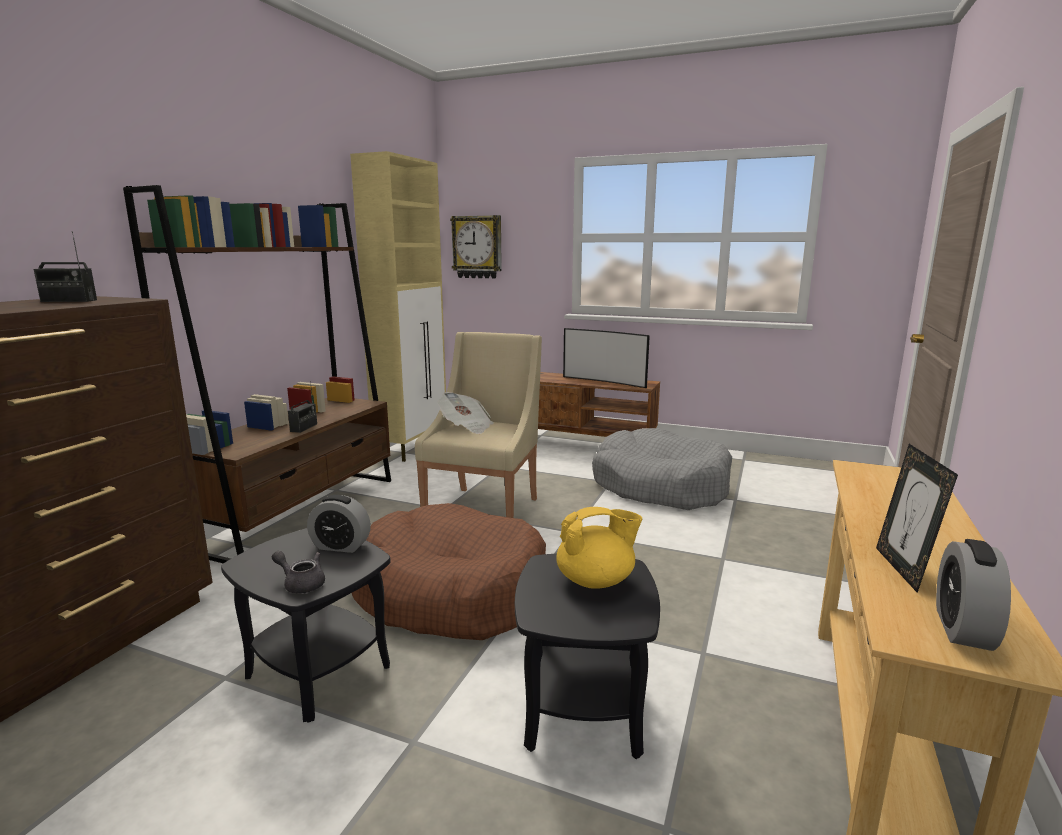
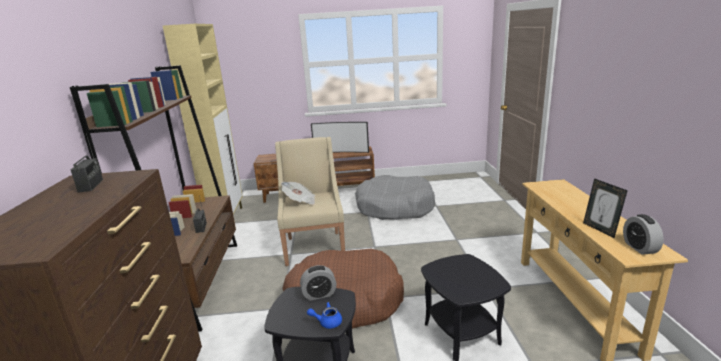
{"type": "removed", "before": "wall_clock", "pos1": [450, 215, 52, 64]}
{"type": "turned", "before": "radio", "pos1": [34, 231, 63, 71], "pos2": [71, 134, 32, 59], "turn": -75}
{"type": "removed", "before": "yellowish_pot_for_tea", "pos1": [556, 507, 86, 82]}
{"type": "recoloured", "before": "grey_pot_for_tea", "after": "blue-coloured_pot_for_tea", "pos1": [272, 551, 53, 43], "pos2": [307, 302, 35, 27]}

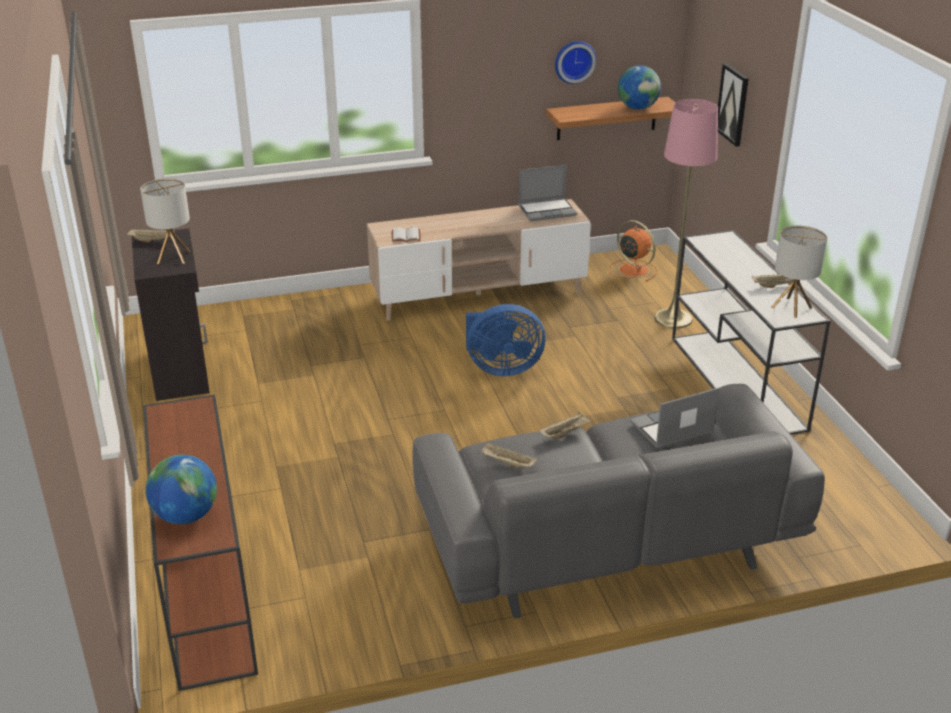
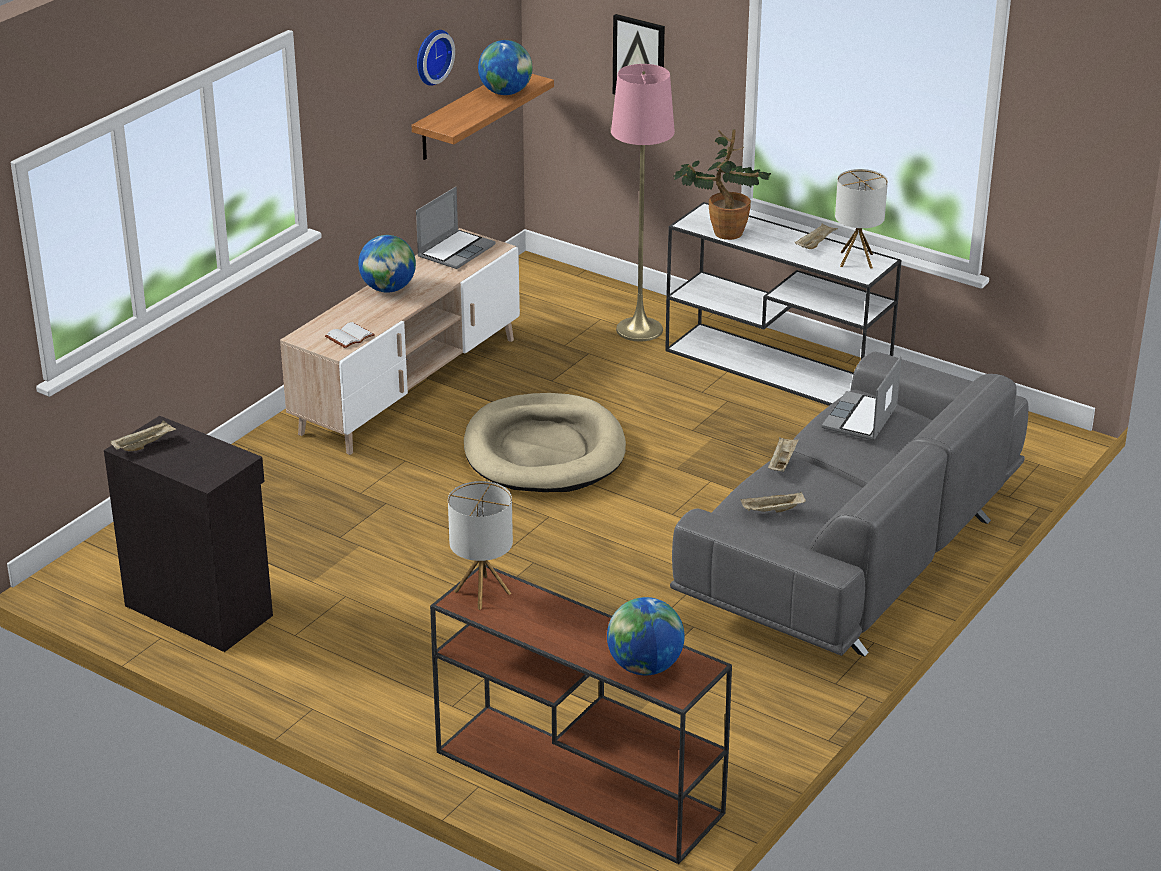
{"type": "moved", "before": "lamp_for_a_table", "pos1": [140, 178, 50, 86], "pos2": [448, 481, 65, 129]}
{"type": "removed", "before": "orange-coloured_fan", "pos1": [608, 220, 50, 62]}
{"type": "replaced", "before": "blue-coloured_fan", "after": "beige_dog_bed", "pos1": [466, 304, 79, 72], "pos2": [464, 393, 162, 99]}
{"type": "added", "after": "houseplant", "pos2": [673, 129, 98, 111]}
{"type": "added", "after": "desk_globe", "pos2": [358, 235, 58, 58]}

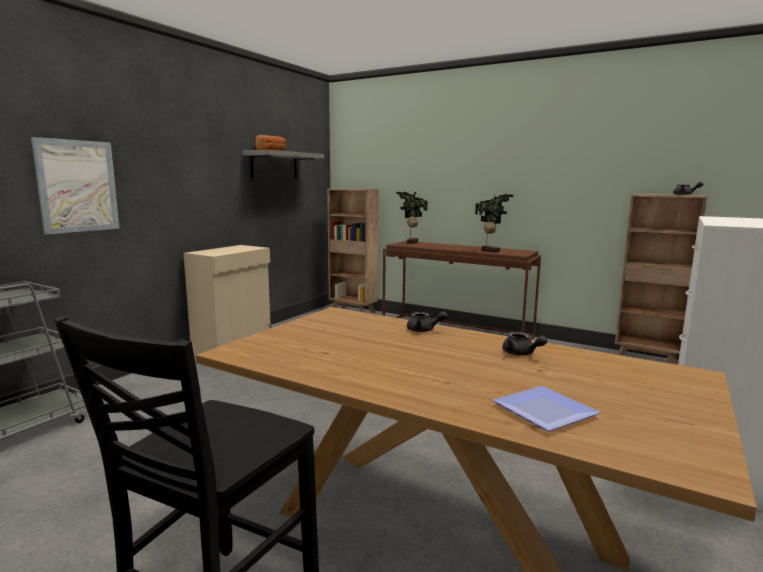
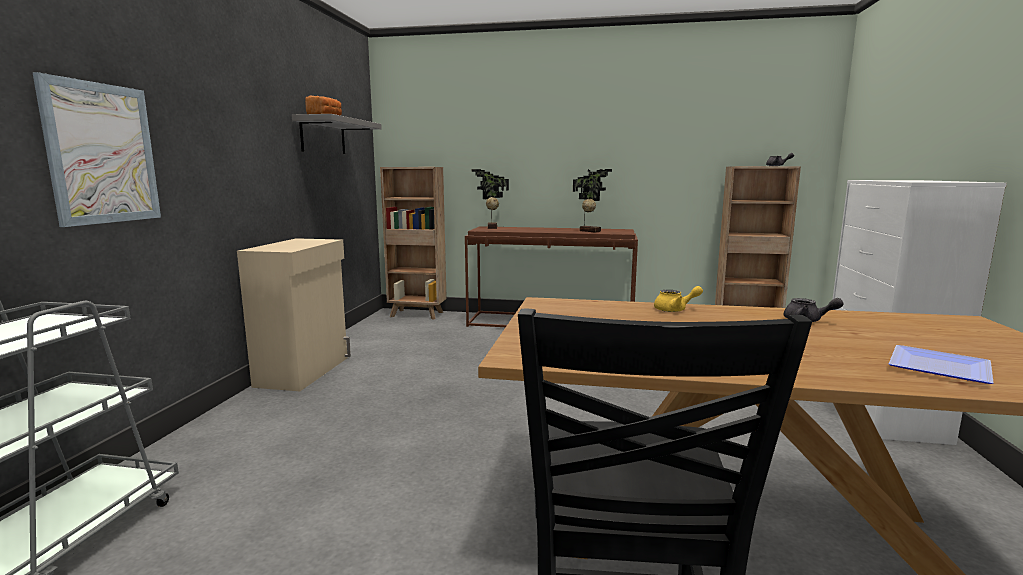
{"type": "recoloured", "before": "grey_pot_for_tea", "after": "yellowish_pot_for_tea", "pos1": [407, 311, 41, 21], "pos2": [654, 286, 49, 26]}

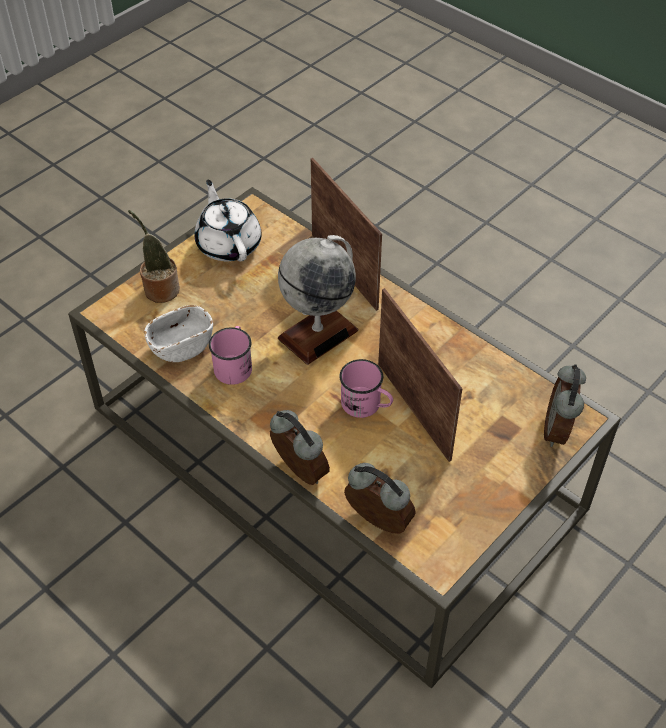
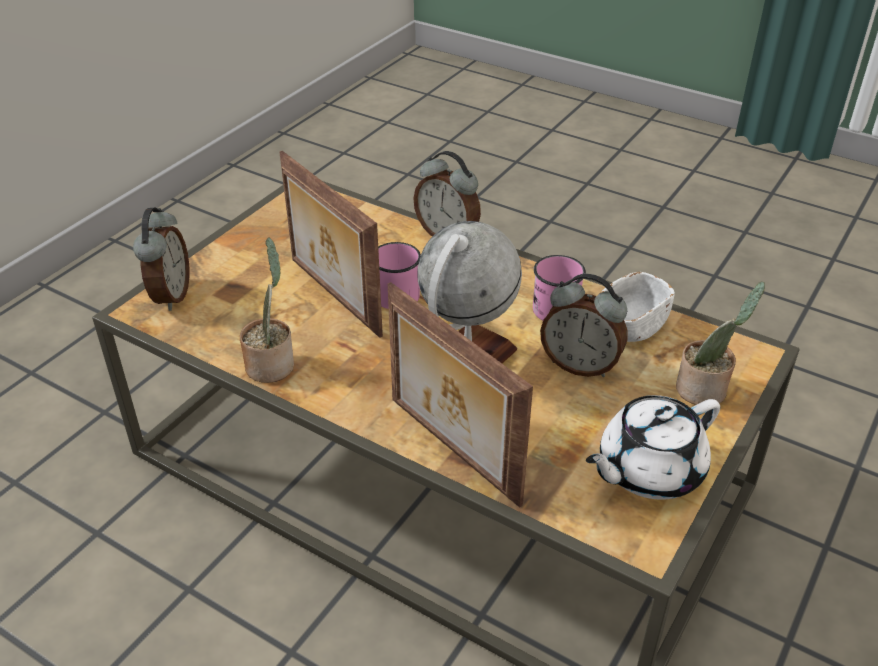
{"type": "turned", "before": "whitish_pot_for_tea", "pos1": [195, 180, 67, 81], "pos2": [586, 395, 134, 105], "turn": 90}
{"type": "moved", "before": "table_clock", "pos1": [344, 463, 72, 71], "pos2": [540, 274, 87, 103]}
{"type": "added", "after": "houseplant", "pos2": [240, 237, 54, 146]}

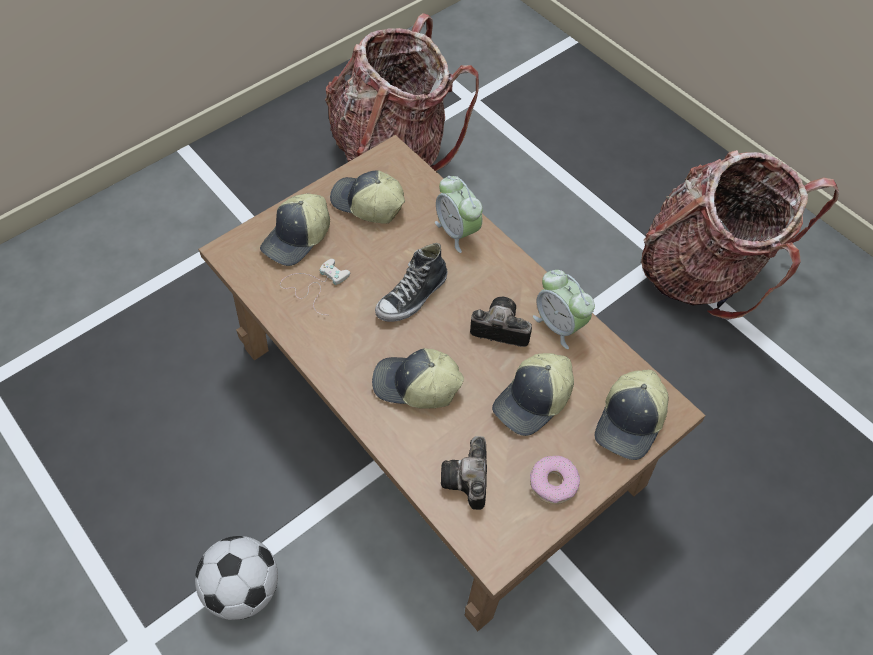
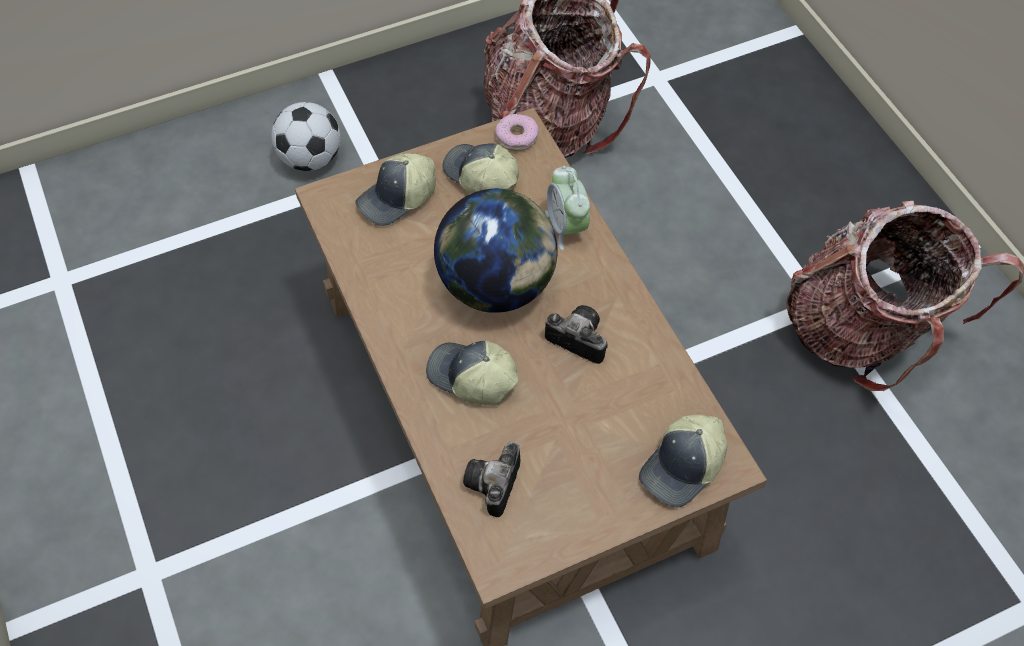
{"type": "replaced", "before": "shoe", "after": "desk_globe", "pos1": [375, 243, 72, 79], "pos2": [434, 189, 124, 124]}
{"type": "removed", "before": "whitish_game_controller", "pos1": [280, 259, 70, 56]}
{"type": "removed", "before": "table_clock", "pos1": [533, 270, 62, 79]}
{"type": "removed", "before": "peaked_cap", "pos1": [492, 353, 82, 83]}
{"type": "moved", "before": "donut", "pos1": [530, 456, 50, 48], "pos2": [495, 114, 44, 37]}
{"type": "moved", "before": "football_ball", "pos1": [195, 536, 83, 84], "pos2": [271, 102, 69, 69]}

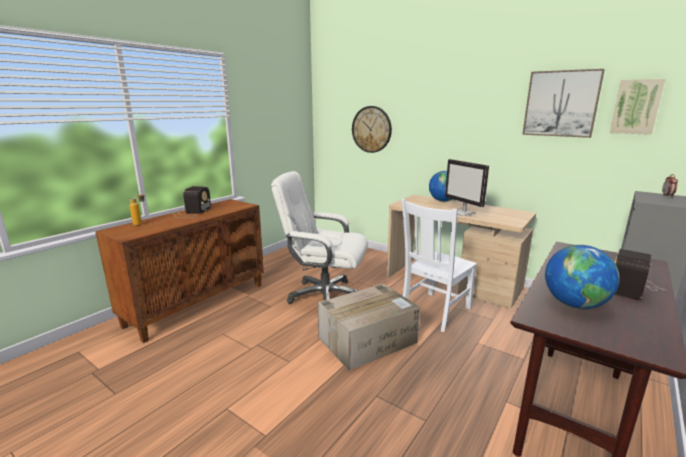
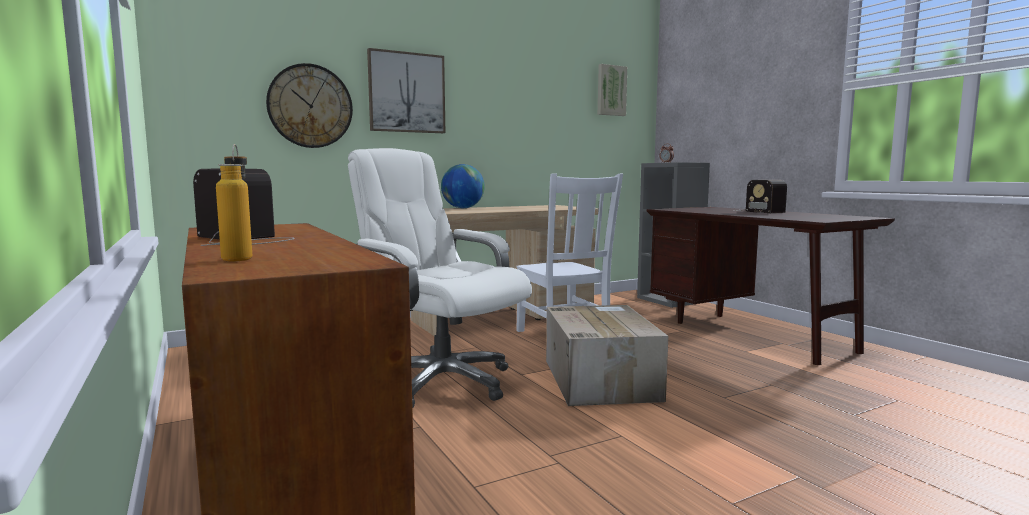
{"type": "moved", "before": "wall_picture", "pos1": [522, 69, 83, 69], "pos2": [367, 48, 78, 85]}
{"type": "removed", "before": "computer_screen", "pos1": [445, 159, 44, 57]}
{"type": "turned", "before": "whitish_office_chair", "pos1": [271, 171, 97, 133], "pos2": [348, 148, 184, 260], "turn": 90}
{"type": "removed", "before": "desk_globe", "pos1": [545, 245, 75, 64]}

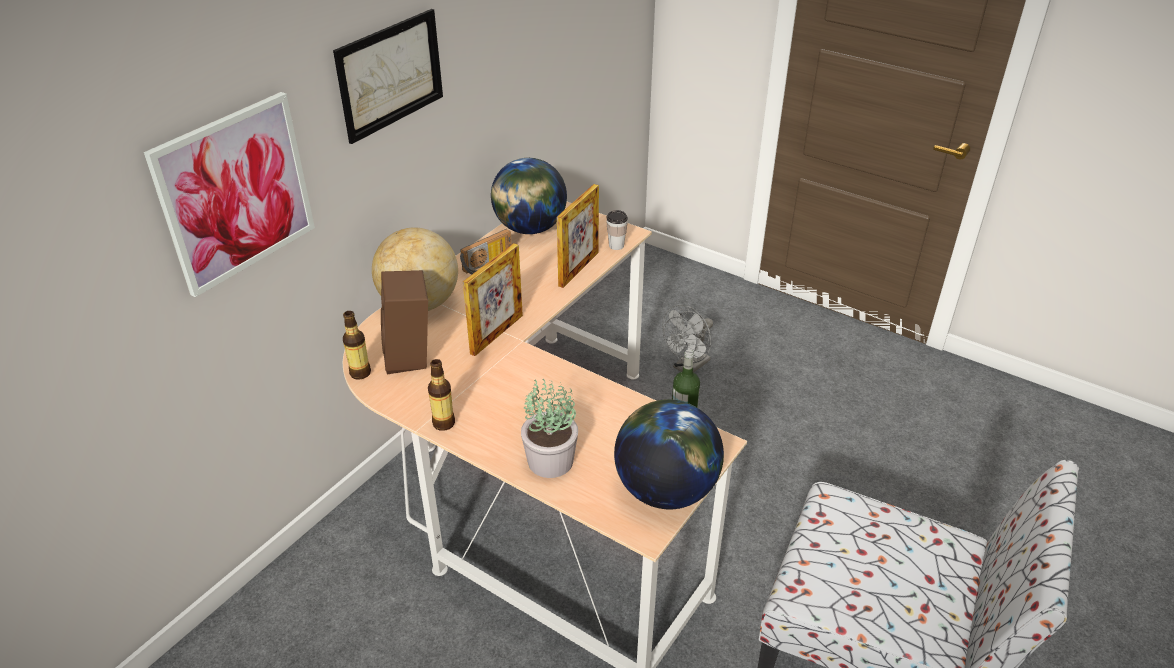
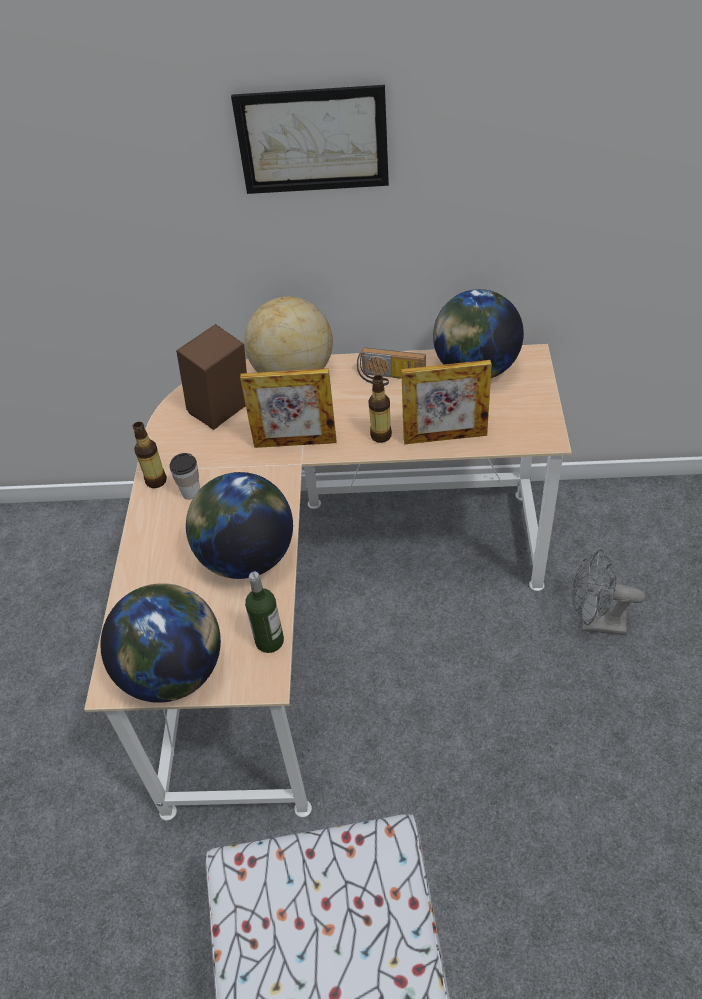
{"type": "removed", "before": "wall_picture", "pos1": [144, 92, 171, 205]}
{"type": "moved", "before": "small_cup", "pos1": [606, 210, 22, 40], "pos2": [169, 453, 31, 47]}
{"type": "moved", "before": "beverage_bottle", "pos1": [343, 311, 28, 69], "pos2": [368, 375, 24, 68]}
{"type": "removed", "before": "houseplant", "pos1": [521, 379, 57, 99]}
{"type": "added", "after": "desk_globe", "pos2": [186, 472, 107, 107]}

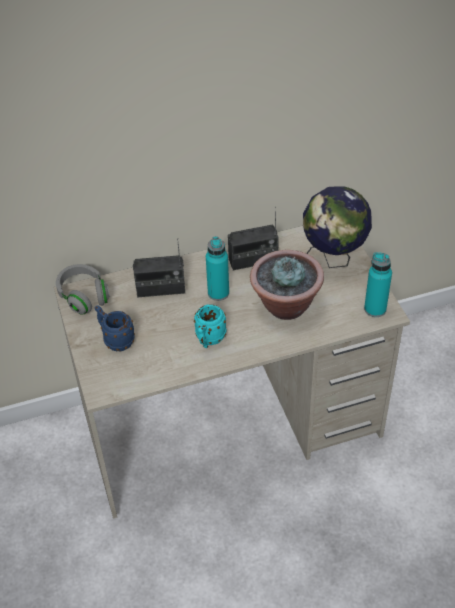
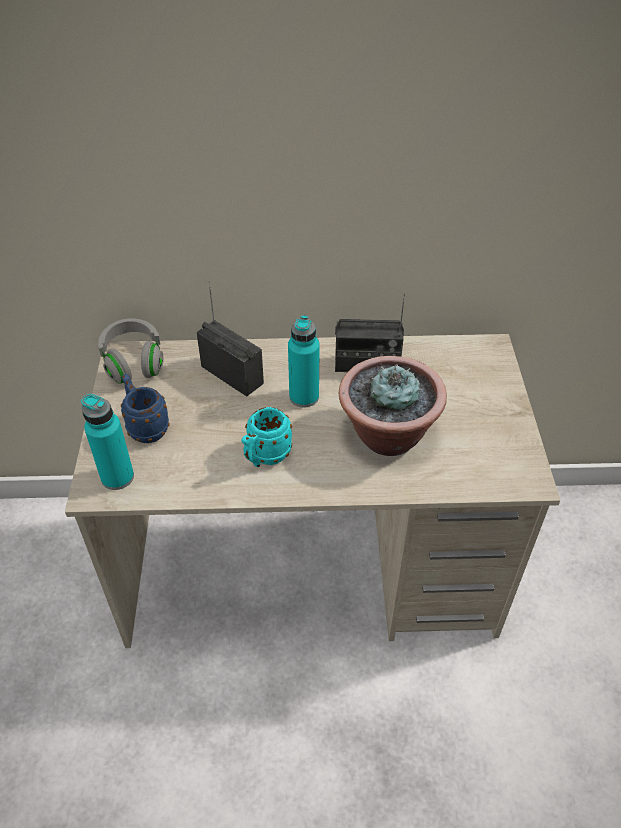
{"type": "removed", "before": "desk_globe", "pos1": [303, 186, 69, 82]}
{"type": "turned", "before": "radio", "pos1": [133, 238, 52, 59], "pos2": [197, 281, 67, 116], "turn": -150}
{"type": "moved", "before": "turquoise-coloured_beverage_bottle", "pos1": [364, 252, 28, 65], "pos2": [81, 394, 53, 96]}

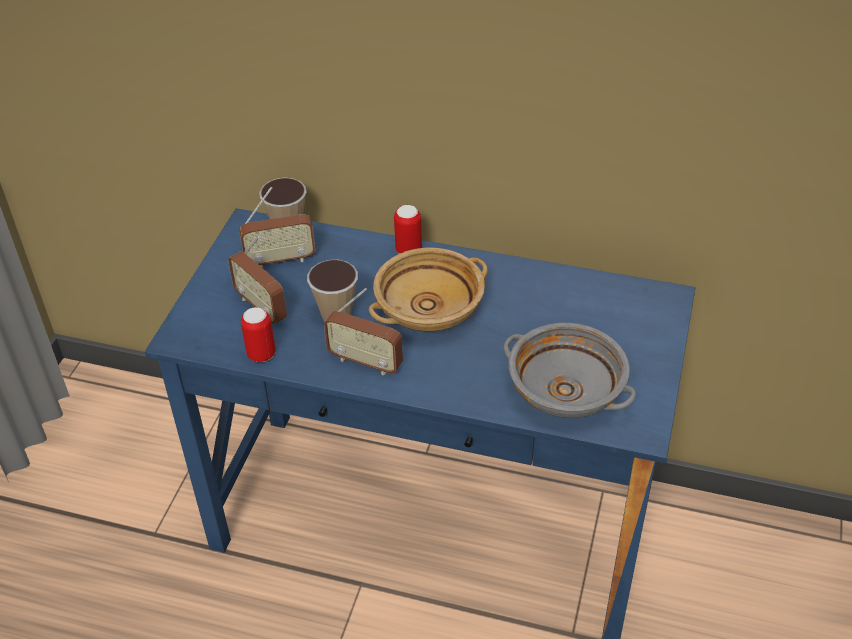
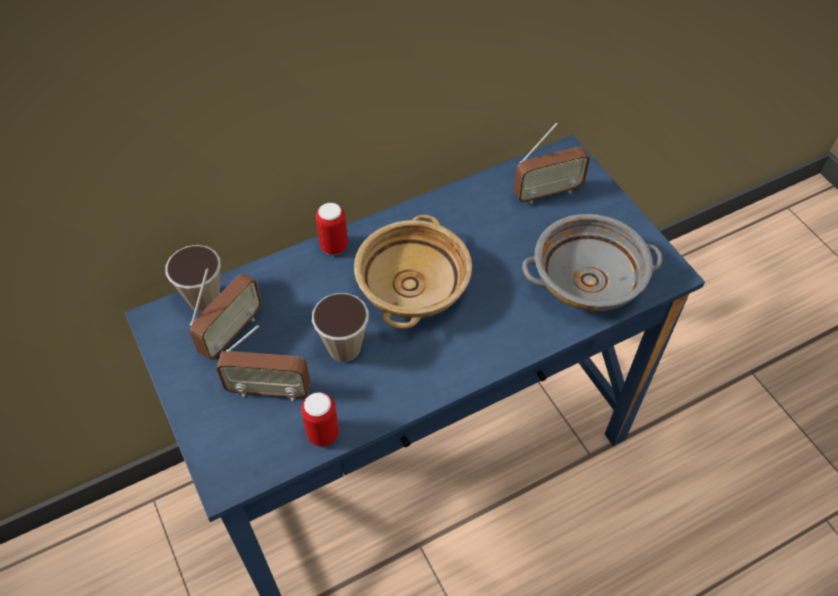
{"type": "moved", "before": "radio", "pos1": [324, 288, 79, 88], "pos2": [514, 122, 76, 82]}

